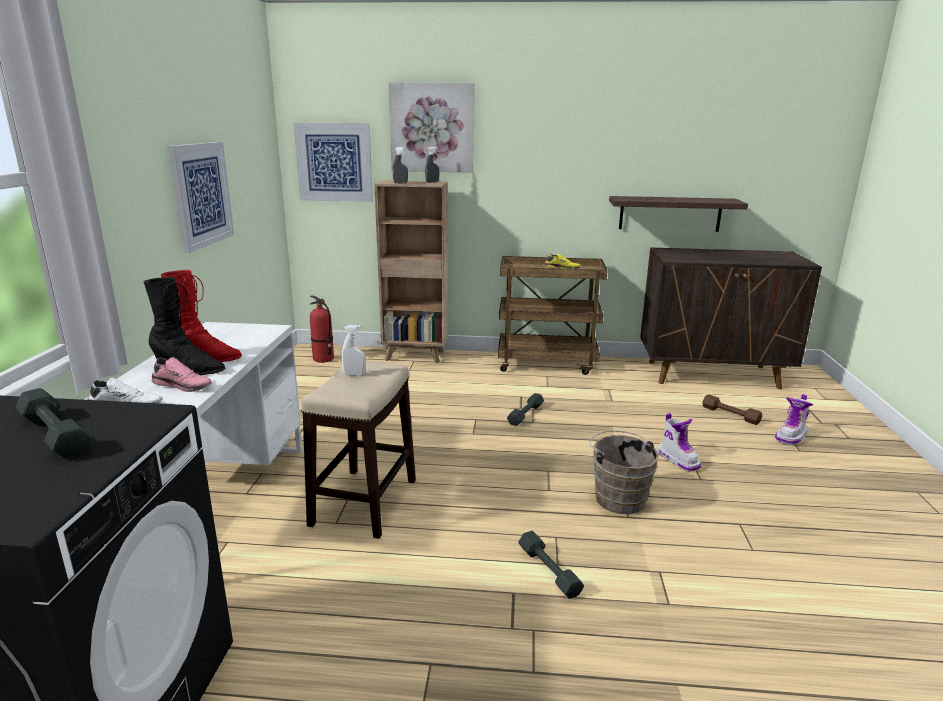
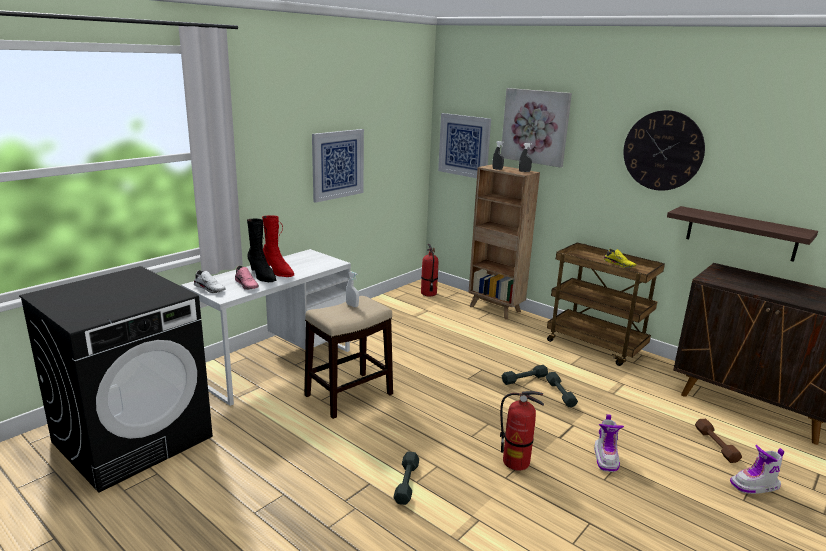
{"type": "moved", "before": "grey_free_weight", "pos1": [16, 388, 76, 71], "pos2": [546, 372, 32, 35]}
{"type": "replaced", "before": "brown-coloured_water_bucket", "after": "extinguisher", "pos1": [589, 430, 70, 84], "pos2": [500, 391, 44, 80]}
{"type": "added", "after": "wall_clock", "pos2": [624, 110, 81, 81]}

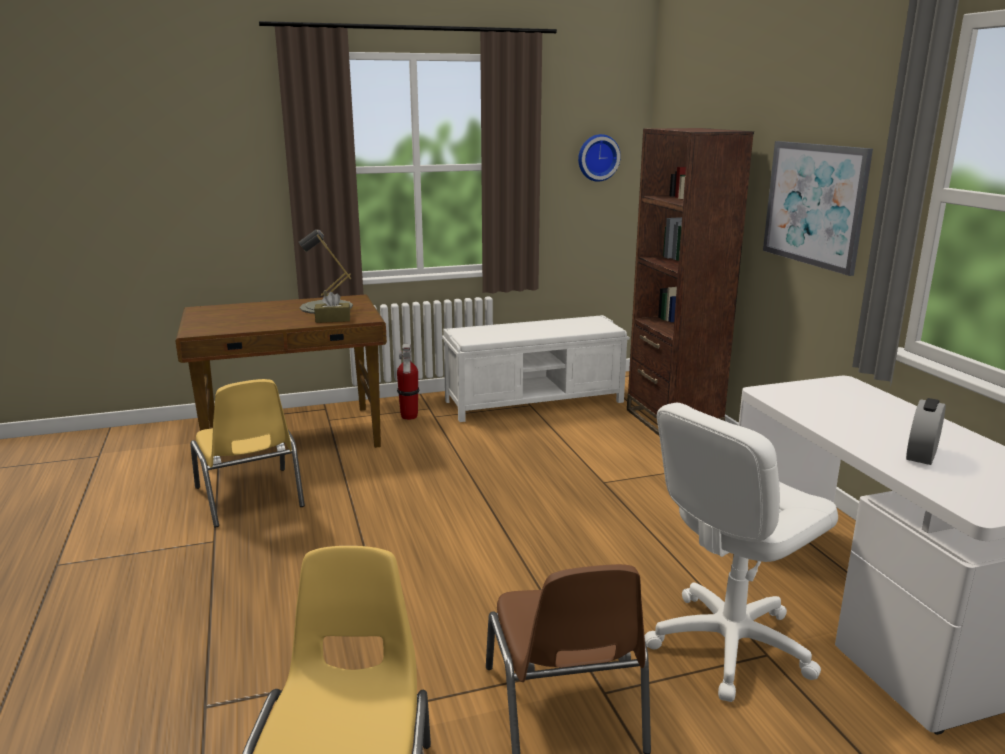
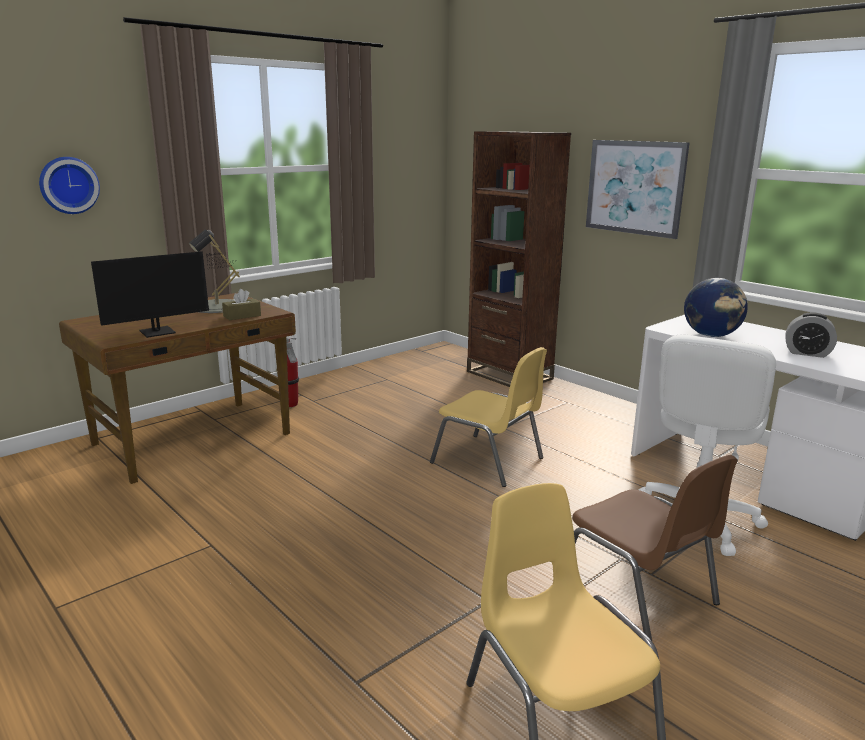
{"type": "moved", "before": "wall_clock", "pos1": [578, 134, 43, 48], "pos2": [39, 157, 61, 57]}
{"type": "removed", "before": "whitish_long_seat", "pos1": [442, 315, 188, 107]}
{"type": "moved", "before": "yellowish_plain_chair", "pos1": [190, 379, 115, 148], "pos2": [430, 347, 117, 140]}
{"type": "turned", "before": "table_clock", "pos1": [906, 398, 40, 67], "pos2": [785, 312, 52, 46], "turn": -75}
{"type": "added", "after": "computer_screen", "pos2": [91, 251, 146, 87]}
{"type": "added", "after": "desk_globe", "pos2": [684, 278, 64, 59]}

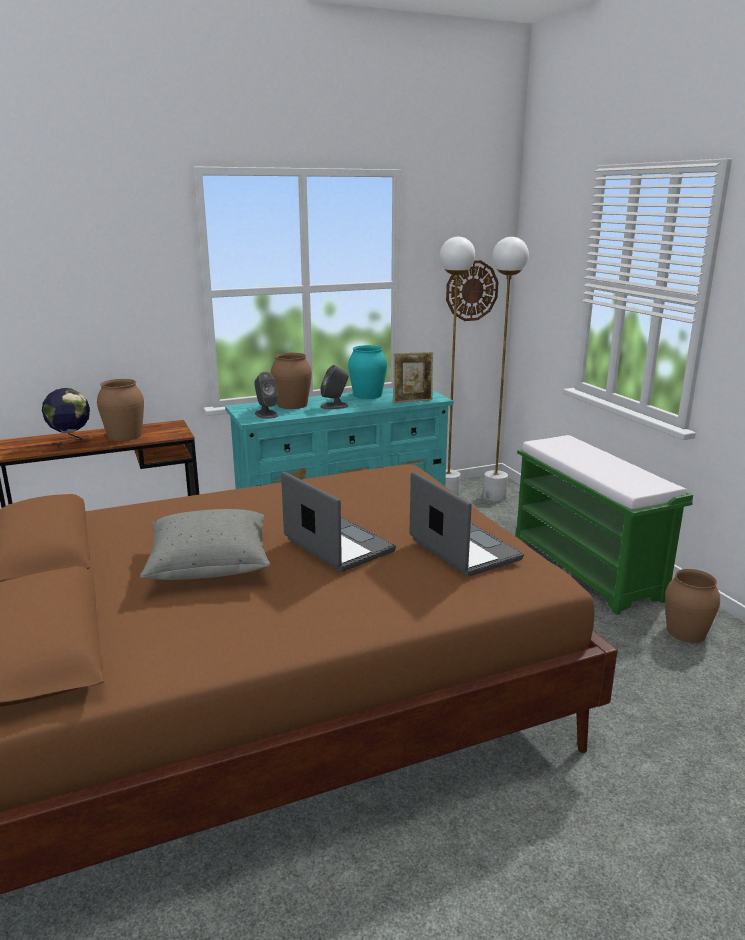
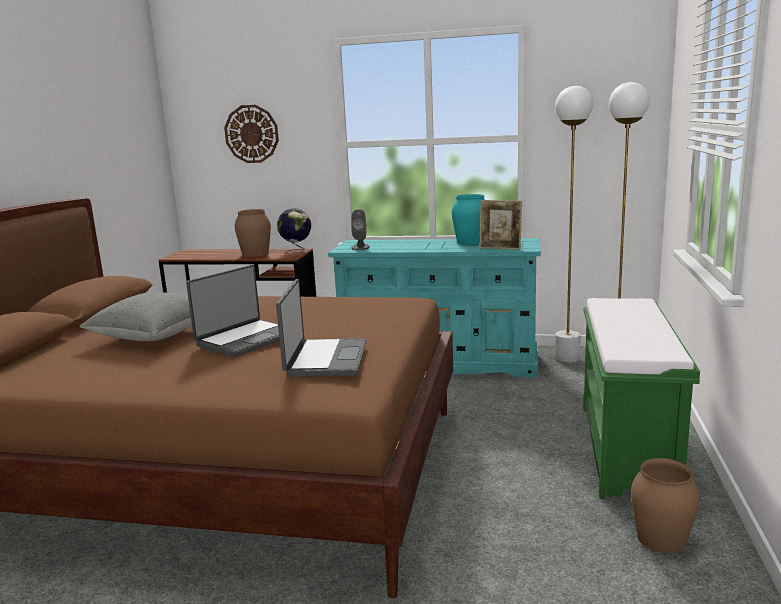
{"type": "moved", "before": "wall_clock", "pos1": [446, 260, 53, 61], "pos2": [224, 105, 55, 58]}
{"type": "removed", "before": "brown-coloured_flower_vase", "pos1": [271, 353, 41, 56]}
{"type": "removed", "before": "grey_speaker", "pos1": [321, 365, 28, 44]}
{"type": "moved", "before": "desk_globe", "pos1": [42, 388, 48, 61], "pos2": [277, 208, 34, 46]}
{"type": "turned", "before": "portable_computer", "pos1": [281, 472, 115, 100], "pos2": [186, 265, 94, 92], "turn": 45}

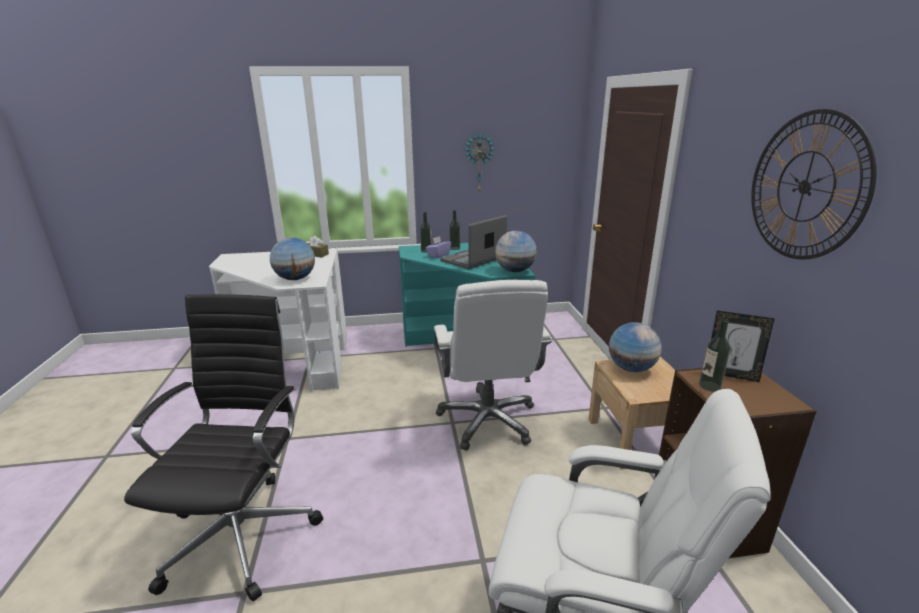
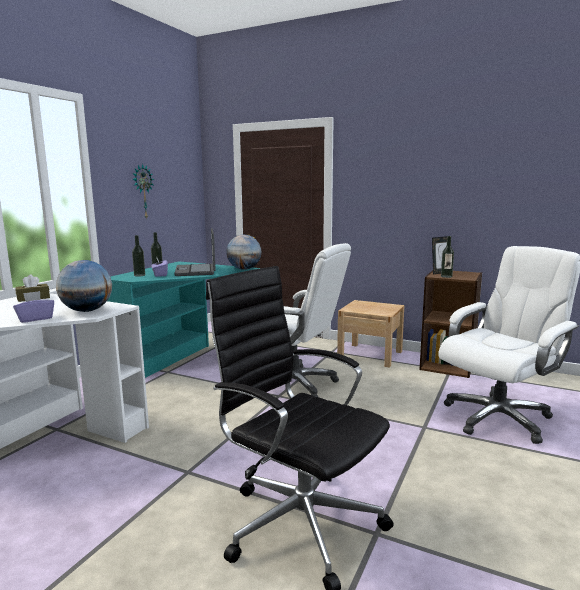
{"type": "removed", "before": "wall_clock", "pos1": [751, 109, 126, 151]}
{"type": "removed", "before": "desk_globe", "pos1": [609, 322, 53, 50]}
{"type": "added", "after": "purple-coloured_tissue_holder", "pos2": [13, 291, 41, 32]}

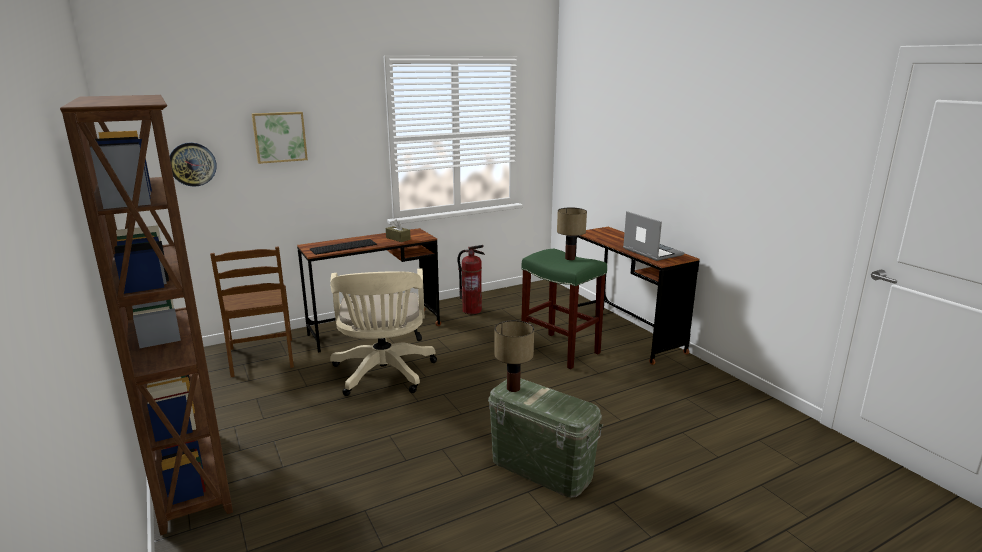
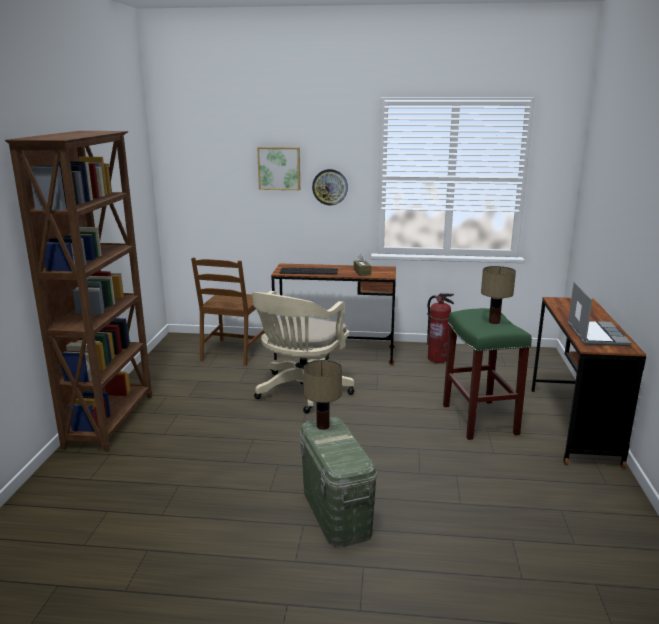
{"type": "moved", "before": "wall_clock", "pos1": [170, 142, 47, 44], "pos2": [312, 169, 36, 36]}

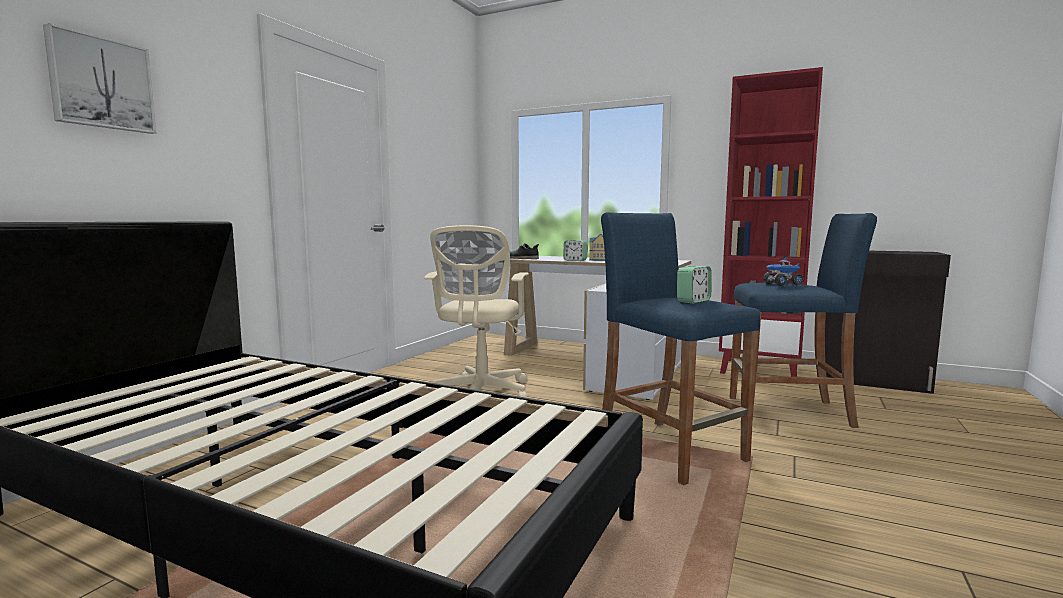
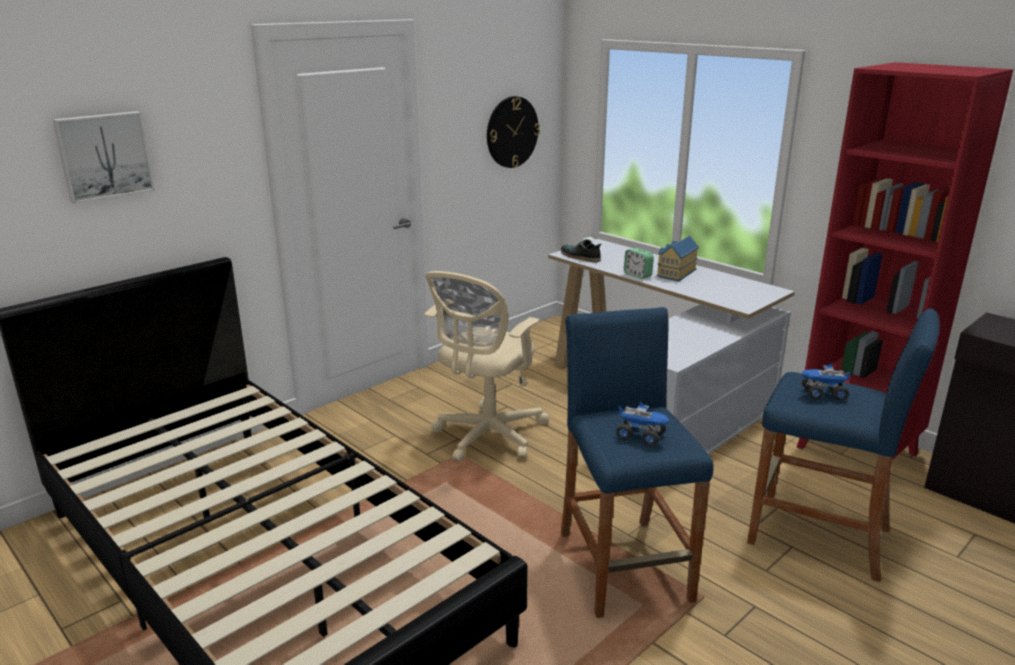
{"type": "replaced", "before": "table_clock", "after": "toy_lorry", "pos1": [677, 266, 35, 37], "pos2": [616, 402, 54, 44]}
{"type": "added", "after": "wall_clock", "pos2": [487, 96, 53, 72]}

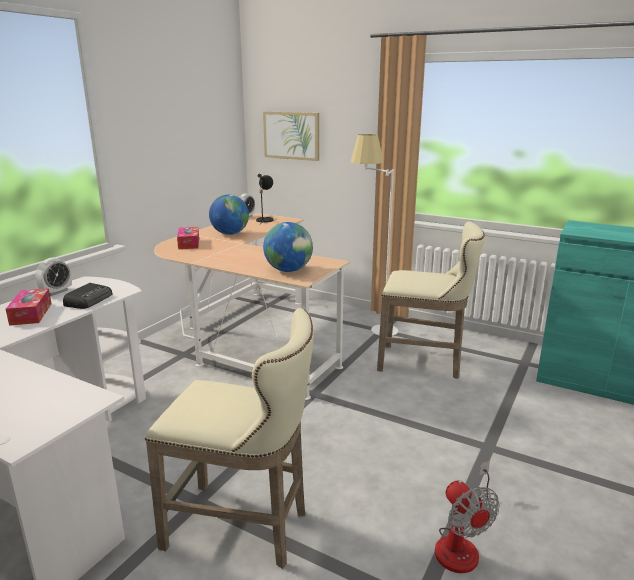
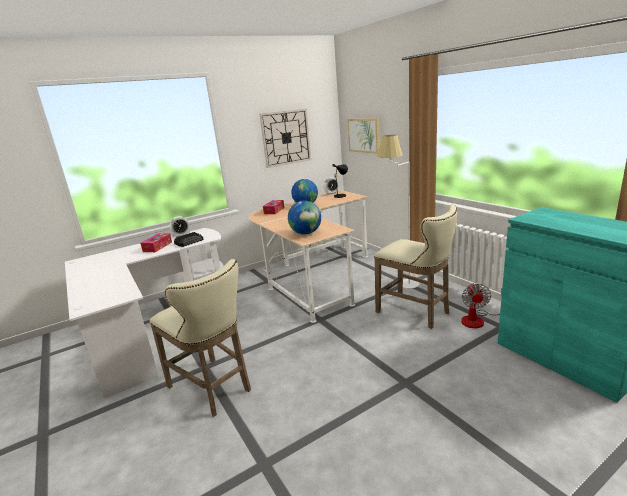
{"type": "moved", "before": "fan", "pos1": [435, 461, 65, 112], "pos2": [461, 283, 41, 45]}
{"type": "added", "after": "wall_clock", "pos2": [260, 109, 51, 59]}

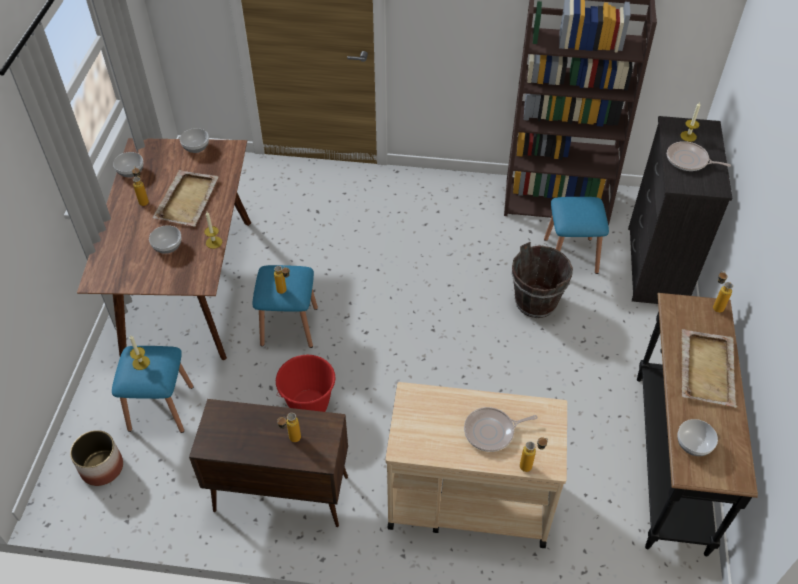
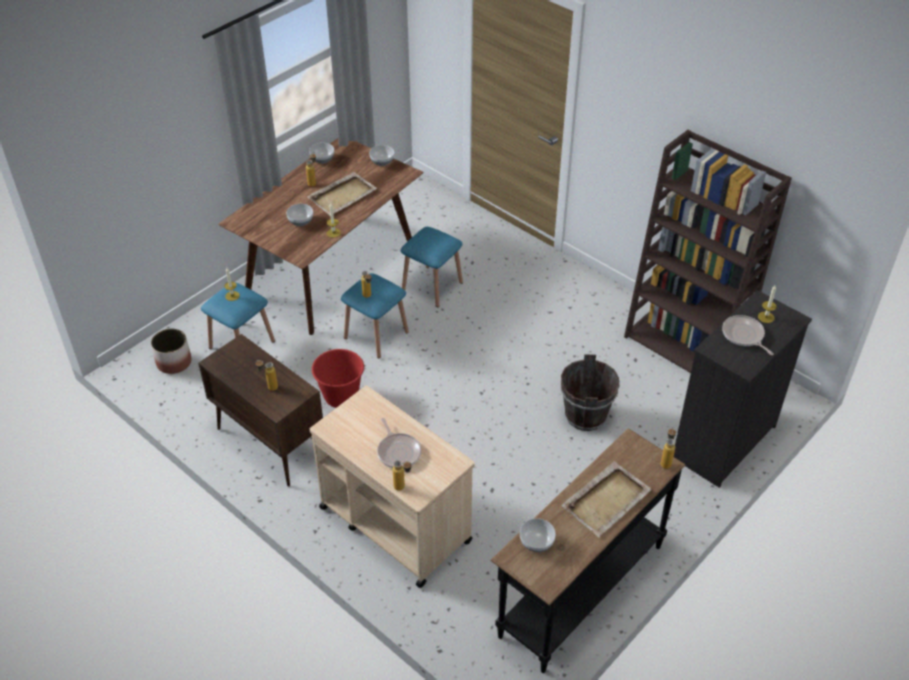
{"type": "moved", "before": "blue-coloured_stool", "pos1": [544, 197, 65, 77], "pos2": [401, 227, 62, 80]}
{"type": "turned", "before": "skillet", "pos1": [464, 407, 74, 45], "pos2": [377, 418, 44, 50], "turn": -135}

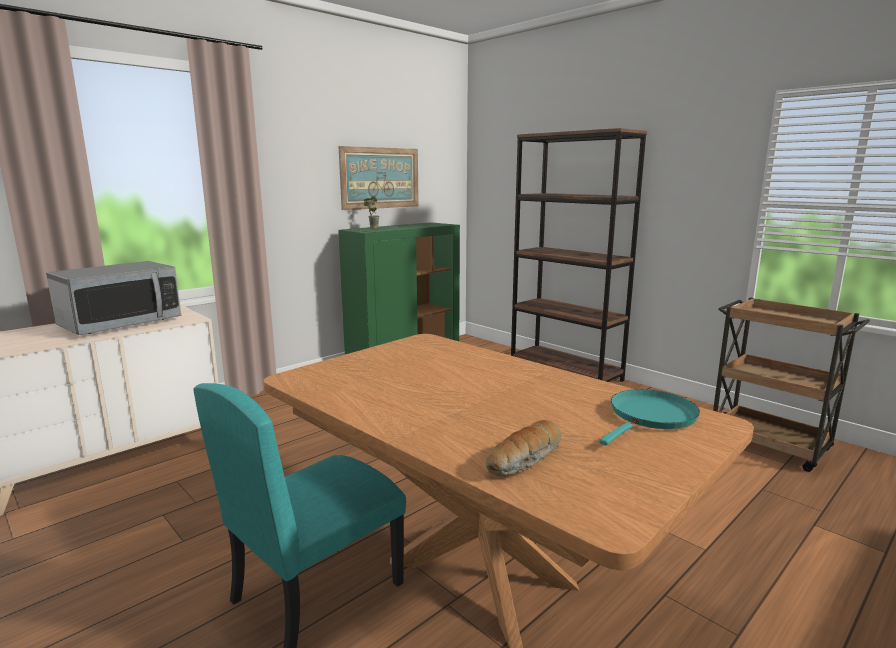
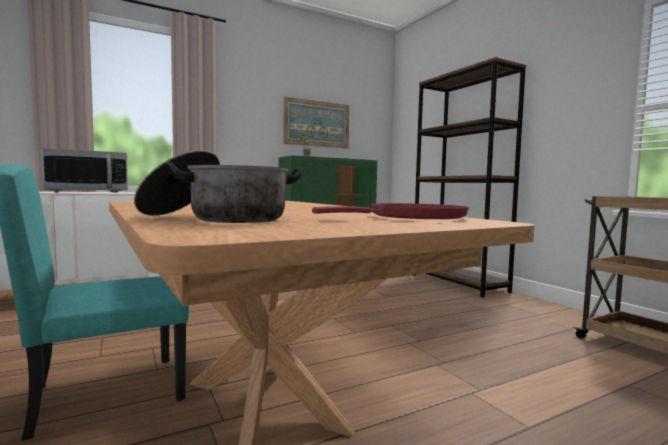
{"type": "recoloured", "before": "turquoise-coloured_skillet", "after": "reddish_skillet", "pos1": [599, 389, 101, 56], "pos2": [312, 203, 157, 16]}
{"type": "replaced", "before": "baked_bread", "after": "saucepot", "pos1": [486, 420, 76, 57], "pos2": [134, 150, 168, 73]}

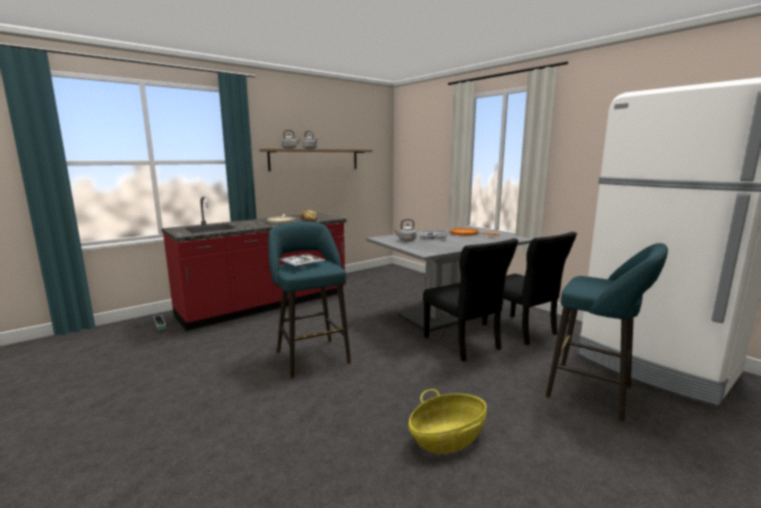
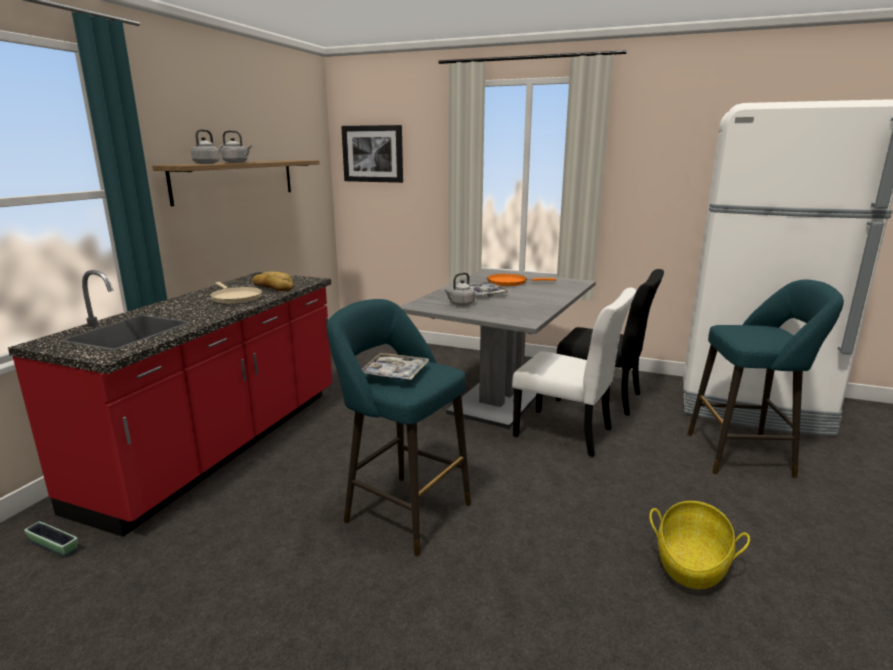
{"type": "recoloured", "before": "blackish_plain_chair", "after": "whitish_plain_chair", "pos1": [423, 239, 95, 123], "pos2": [512, 288, 124, 169]}
{"type": "added", "after": "wall_picture", "pos2": [341, 125, 62, 58]}

